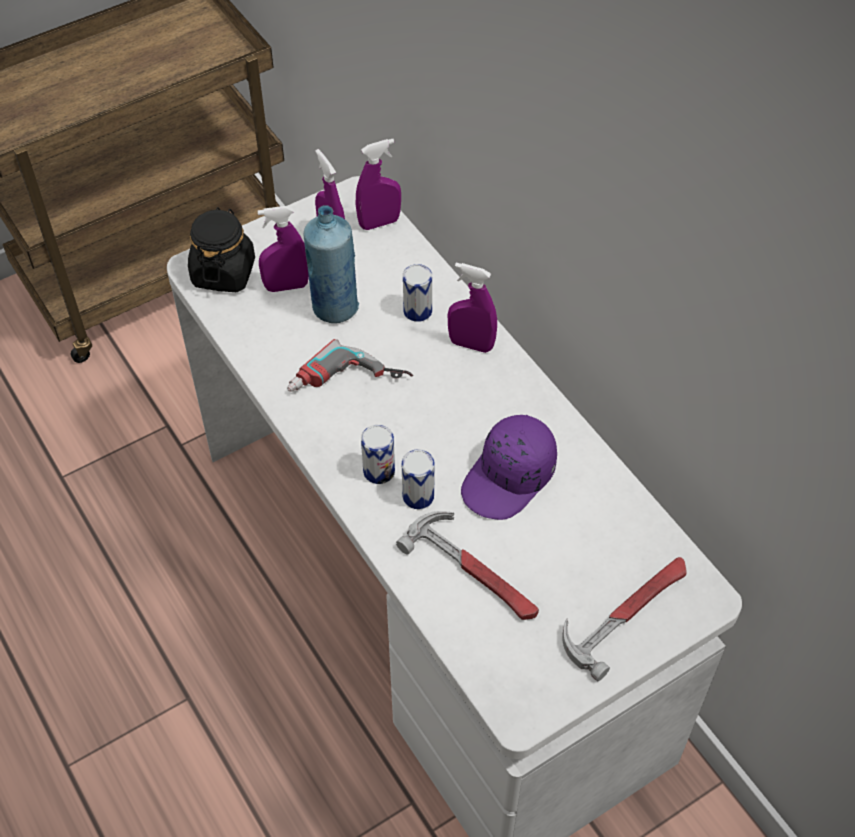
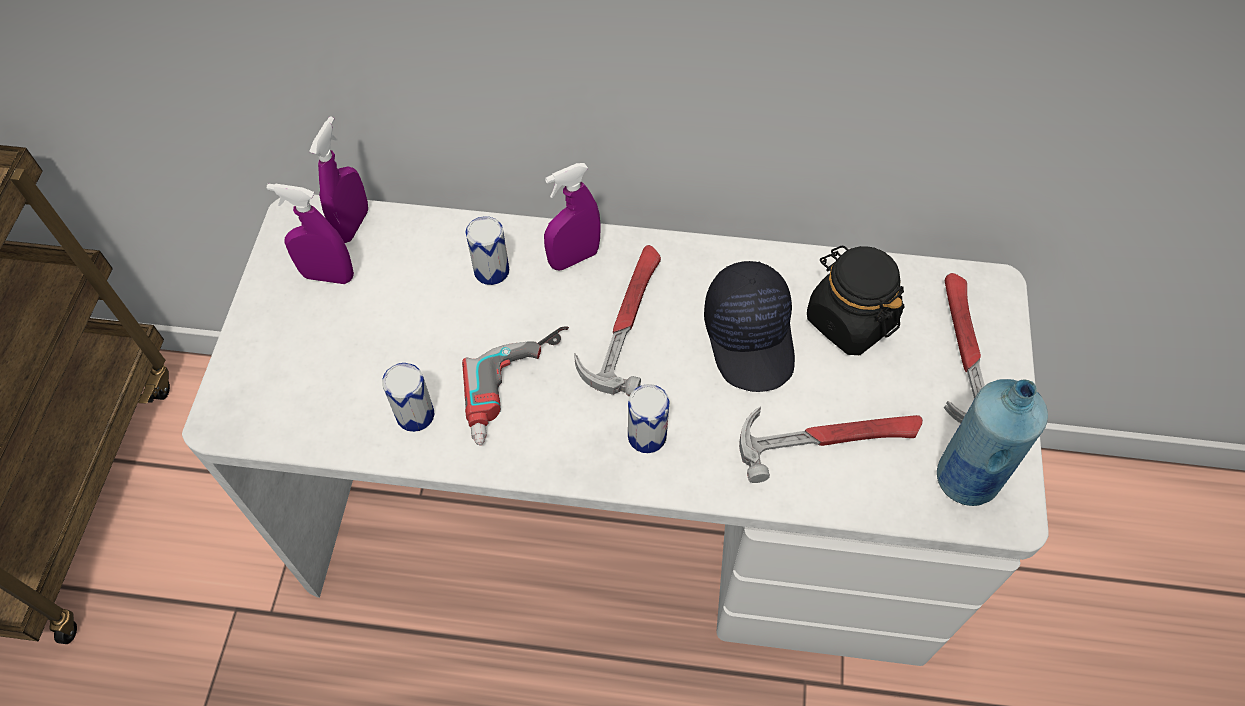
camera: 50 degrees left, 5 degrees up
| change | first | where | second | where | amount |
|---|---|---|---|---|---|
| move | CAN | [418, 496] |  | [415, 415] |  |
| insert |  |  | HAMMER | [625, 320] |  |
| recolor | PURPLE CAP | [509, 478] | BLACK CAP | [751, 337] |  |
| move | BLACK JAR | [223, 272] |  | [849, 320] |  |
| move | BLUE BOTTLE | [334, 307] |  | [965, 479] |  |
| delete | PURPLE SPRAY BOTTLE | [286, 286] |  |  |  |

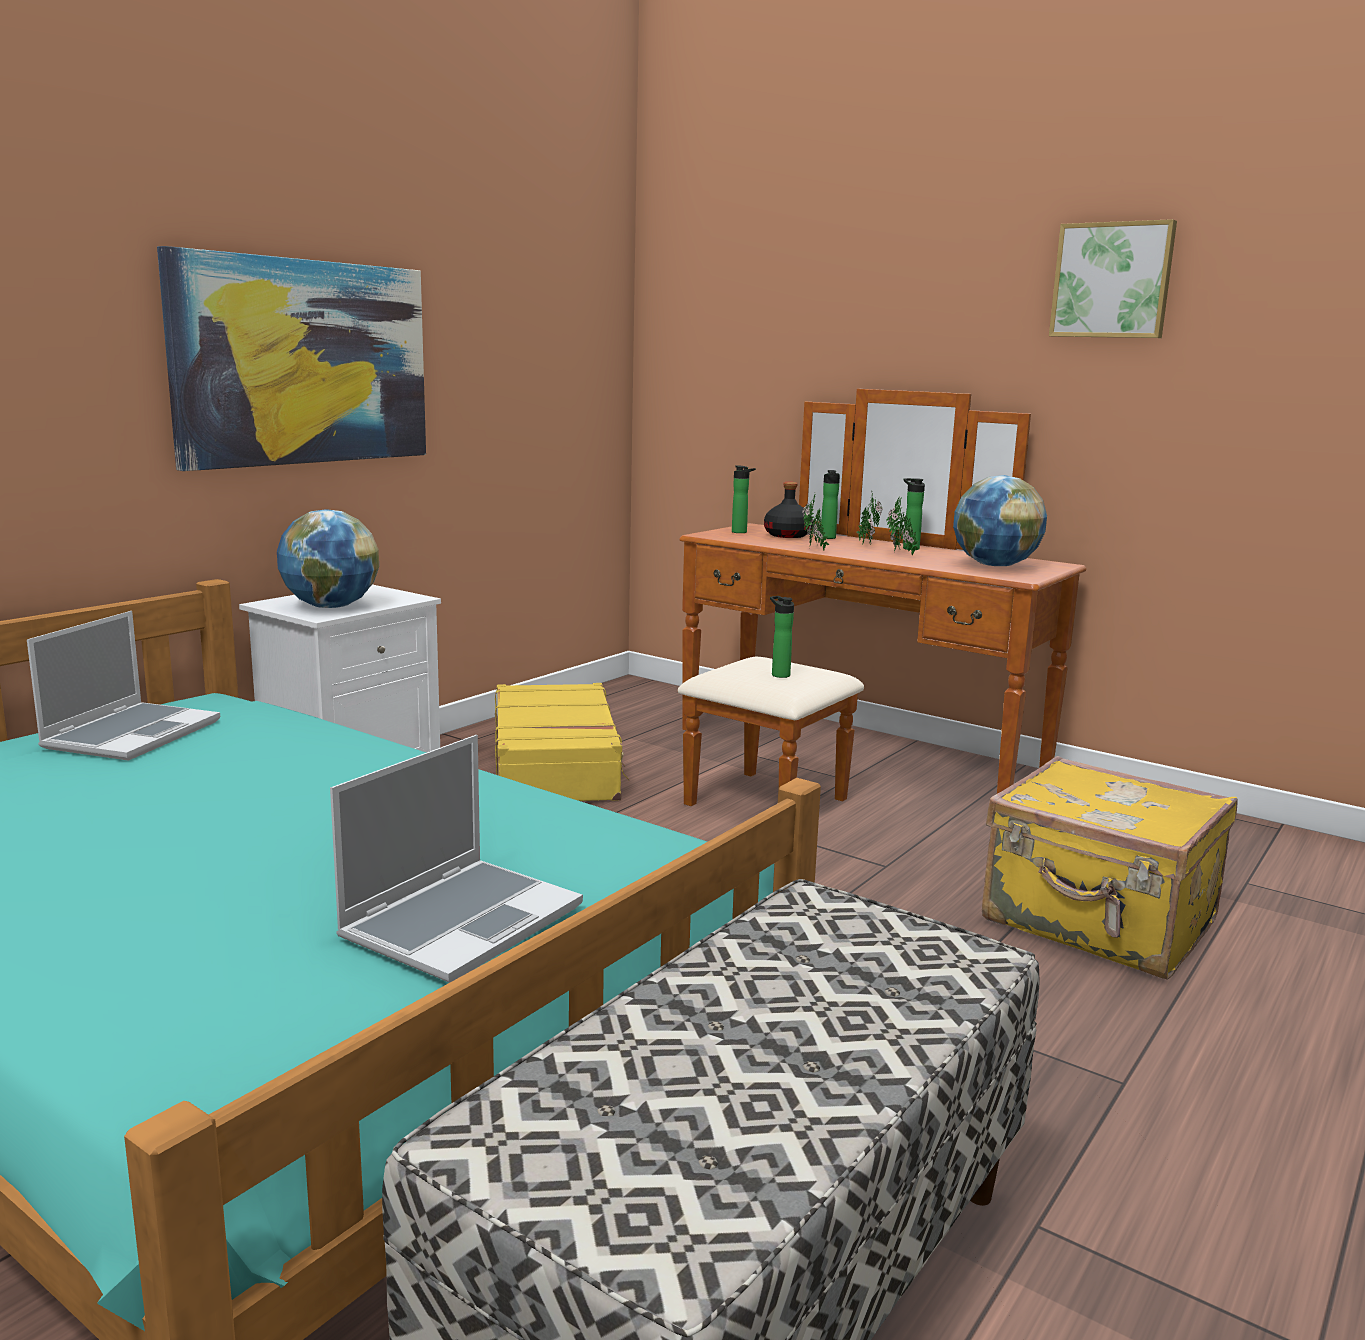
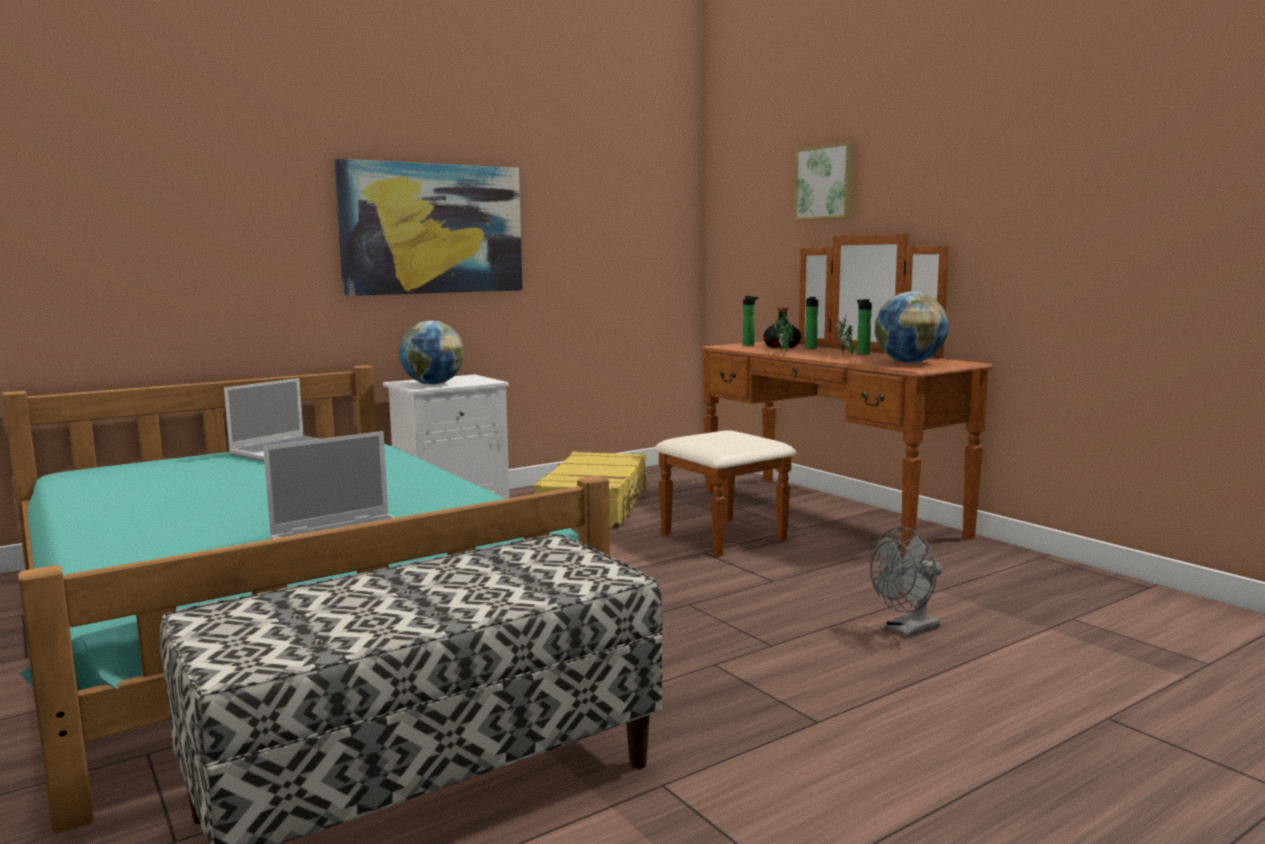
camera: 20 degrees right, 5 degrees down
| change | first | where | second | where | amount |
|---|---|---|---|---|---|
| move | PICTURE | [1112, 280] |  | [826, 182] |  |
| replace | YELLOW SUITCASE | [1098, 924] | GREY FAN | [907, 630] |  |
| delete | BOTTLE | [778, 674] |  |  |  |
| delete | POTTED PLANT | [866, 545] |  |  |  |

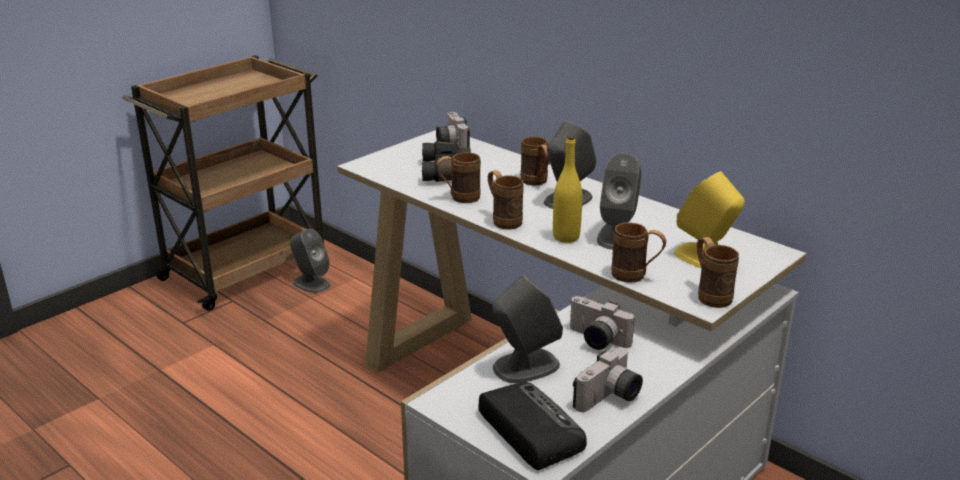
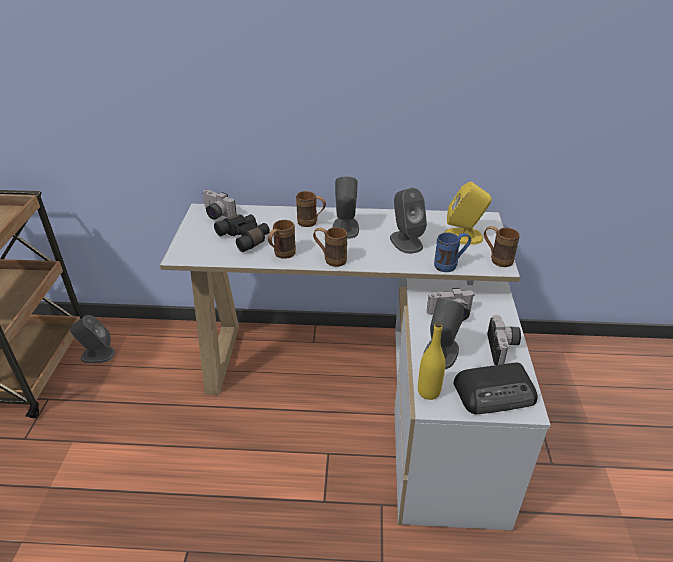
camera: 40 degrees left, 10 degrees up
| change | first | where | second | where | amount |
|---|---|---|---|---|---|
| move | YELLOW BOTTLE | [566, 237] |  | [428, 392] |  |
| recolor | BROWN MUG | [636, 276] | BLUE MUG | [450, 265] |  |
| rotate | RADIO | [529, 430] |  | [496, 393] | 150 degrees clockwise |

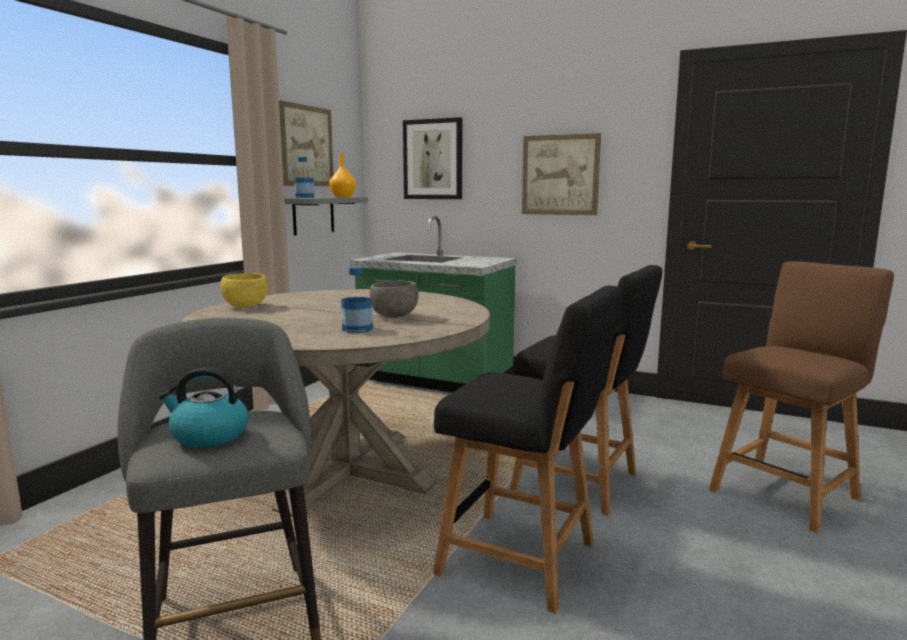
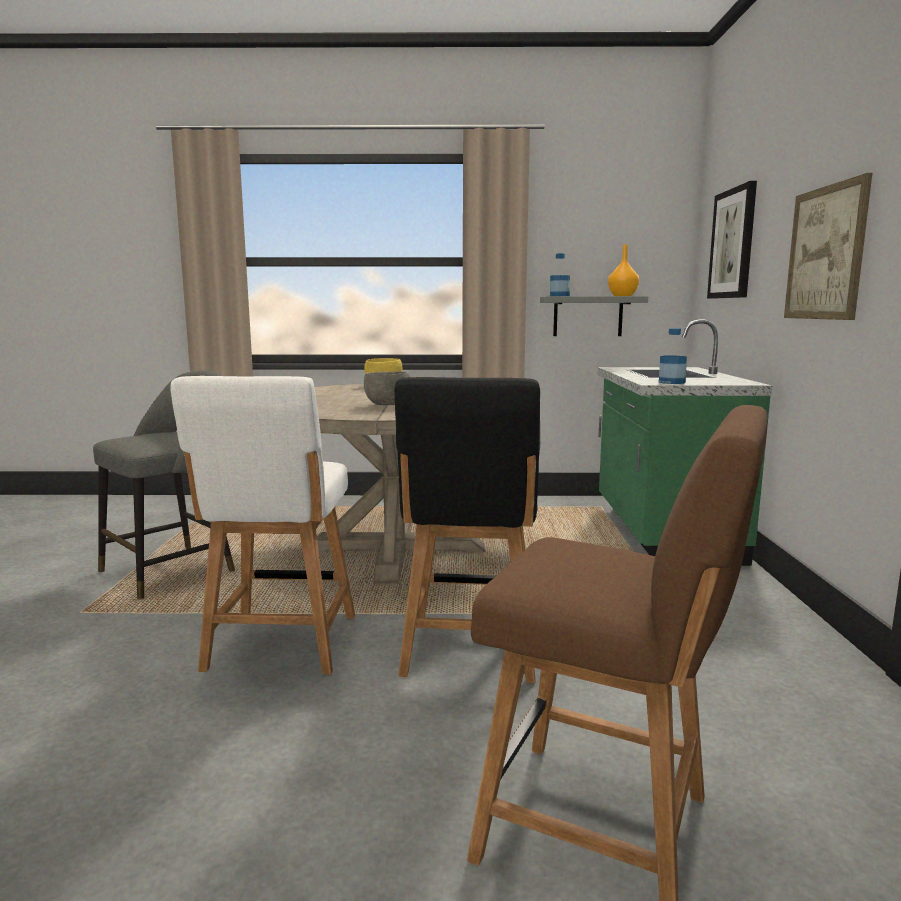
camera: 65 degrees right, 0 degrees up
| change | first | where | second | where | amount |
|---|---|---|---|---|---|
| recolor | BLACK CHAIR | [524, 560] | WHITE CHAIR | [280, 645] |  |
| move | BOTTLE | [357, 329] |  | [672, 382] |  |
| delete | KETTLE | [208, 436] |  |  |  |
| delete | PICTURE | [306, 146] |  |  |  |

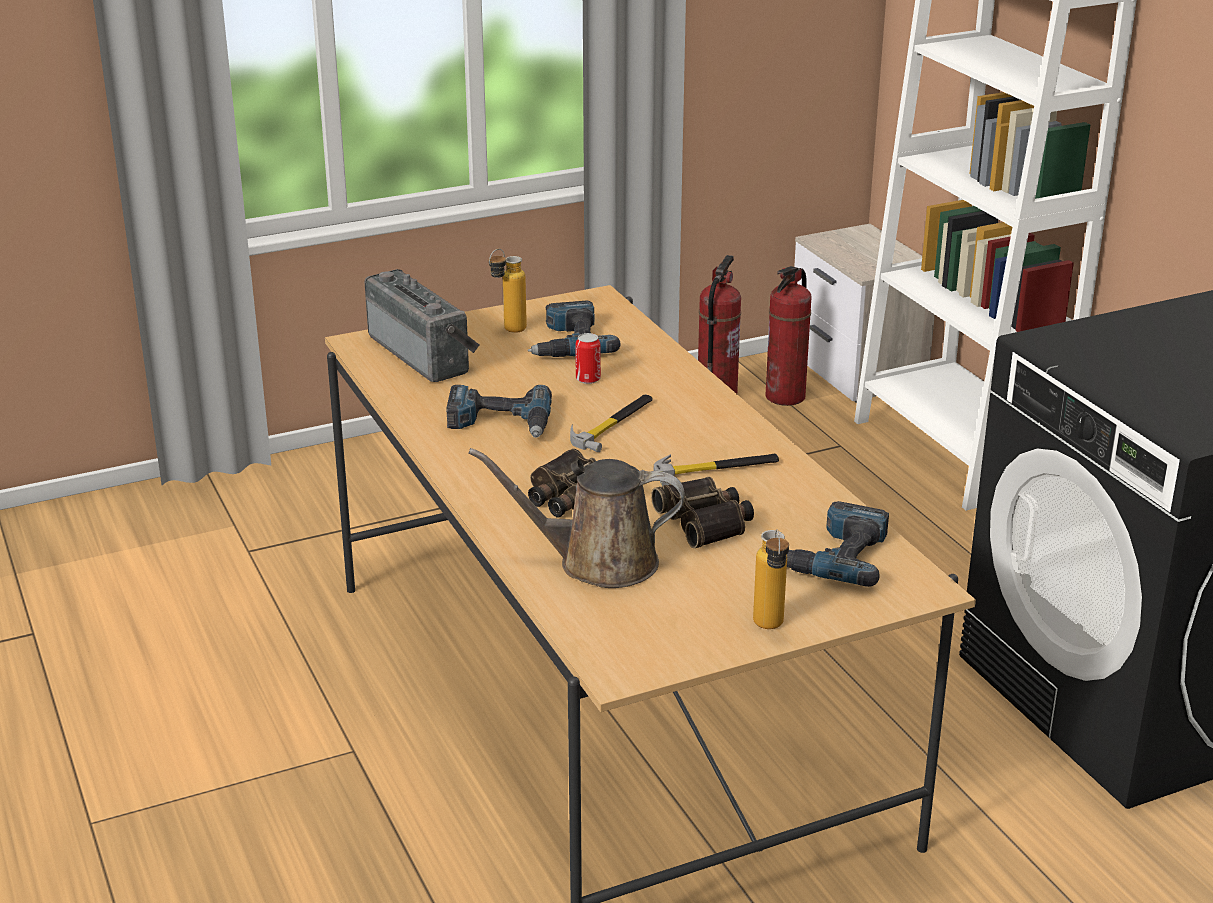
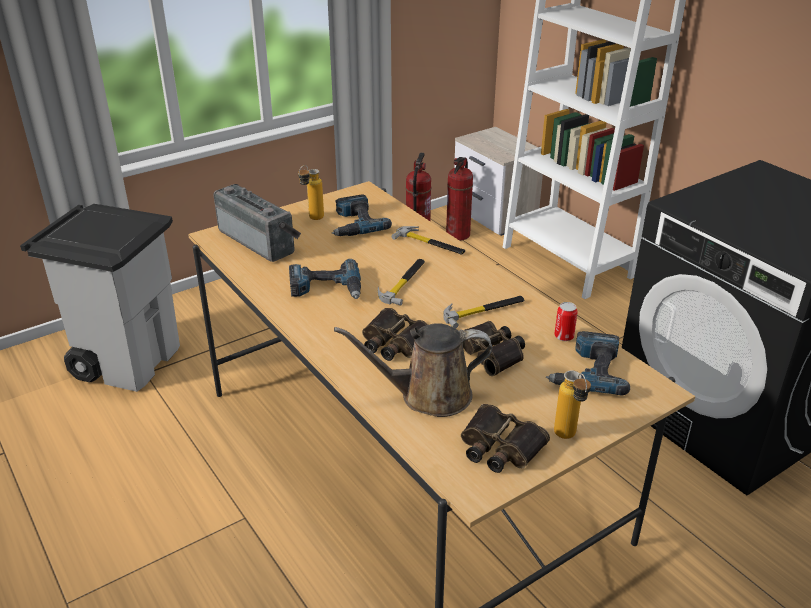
camera: 10 degrees left, 5 degrees up
| change | first | where | second | where | amount |
|---|---|---|---|---|---|
| insert |  |  | GREY TRASH CAN | [128, 360] |  |
| insert |  |  | HAMMER | [430, 243] |  |
| insert |  |  | BINOCULARS | [499, 447] |  |
| move | CAN | [588, 379] |  | [564, 336] |  |

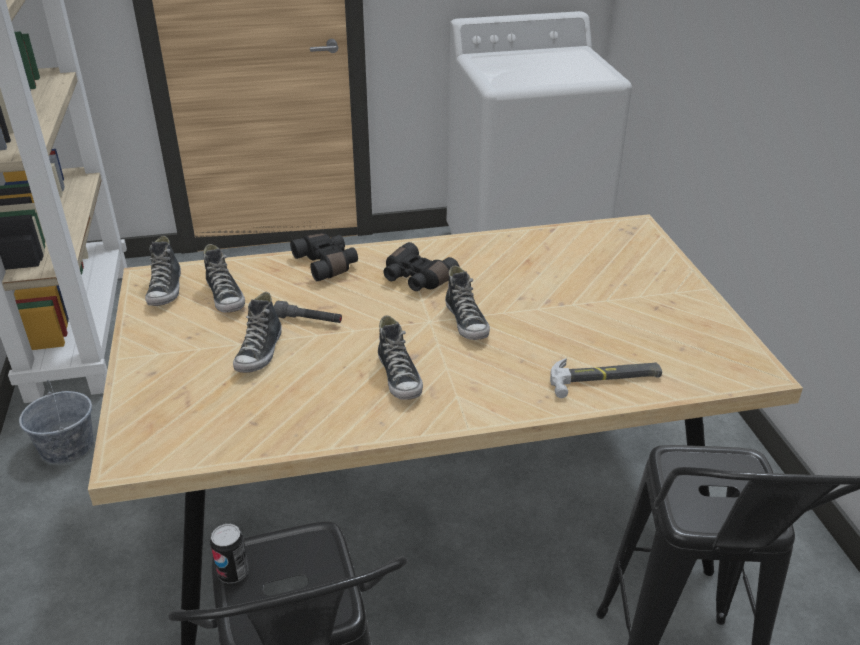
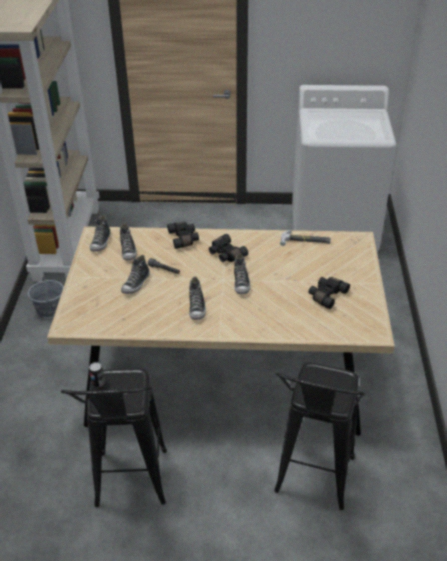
camera: 15 degrees right, 5 degrees up
| change | first | where | second | where | amount |
|---|---|---|---|---|---|
| move | HAMMER | [605, 379] |  | [305, 241] |  |
| insert |  |  | BLACK BINOCULARS | [326, 295] |  |

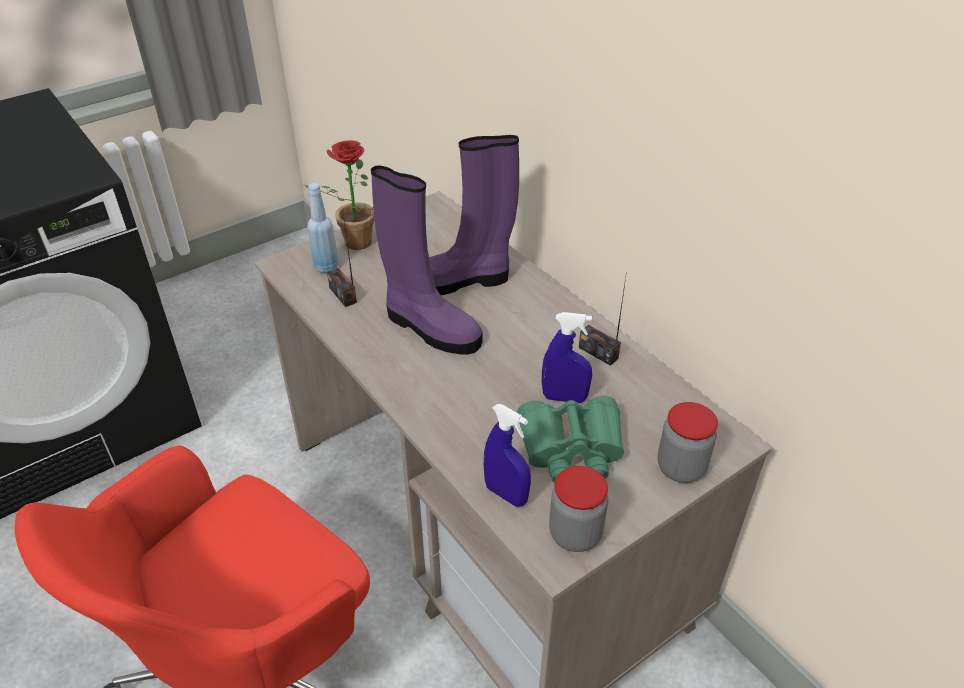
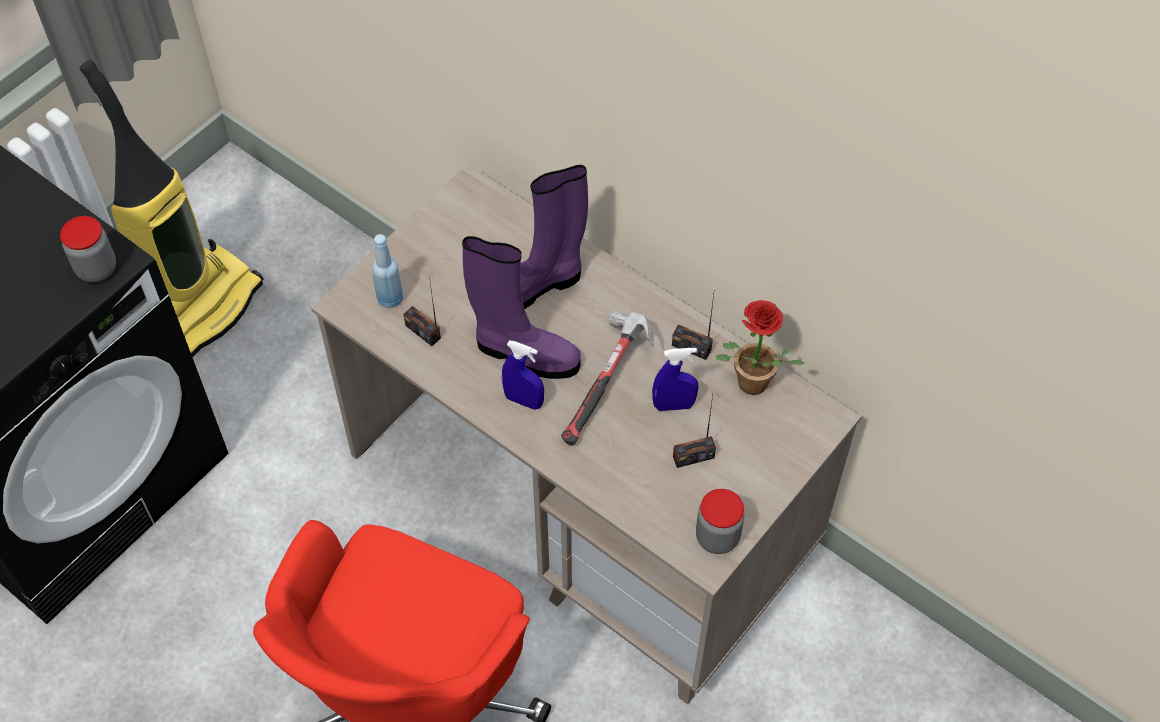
camera: 15 degrees left, 15 degrees up
| change | first | where | second | where | amount |
|---|---|---|---|---|---|
| move | JAR | [680, 468] |  | [96, 269] |  |
| insert |  |  | VACUUM CLEANER | [200, 304] |  |
| move | BLUE SPRAY BOTTLE | [506, 494] |  | [524, 400] |  |
| insert |  |  | HAMMER | [607, 383] |  |
| replace | GREEN BINOCULARS | [571, 448] | RADIO | [693, 457] |  |
| move | POTTED PLANT | [353, 244] |  | [748, 387] |  |

